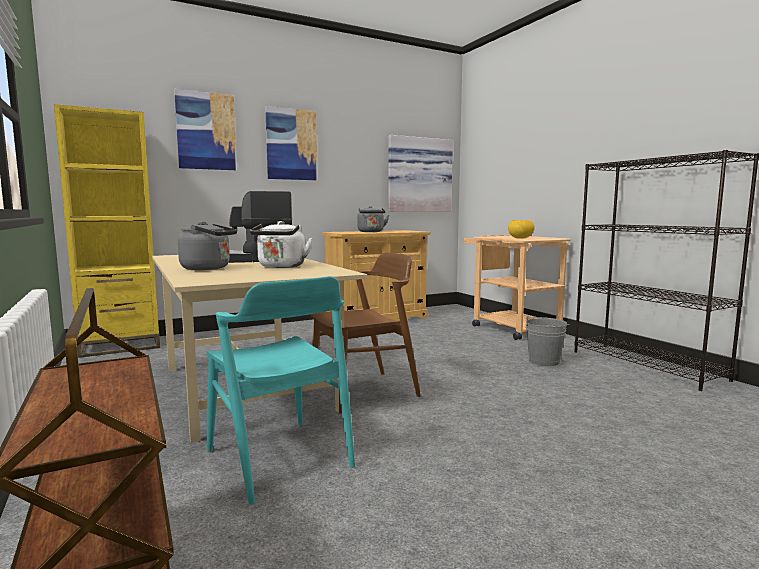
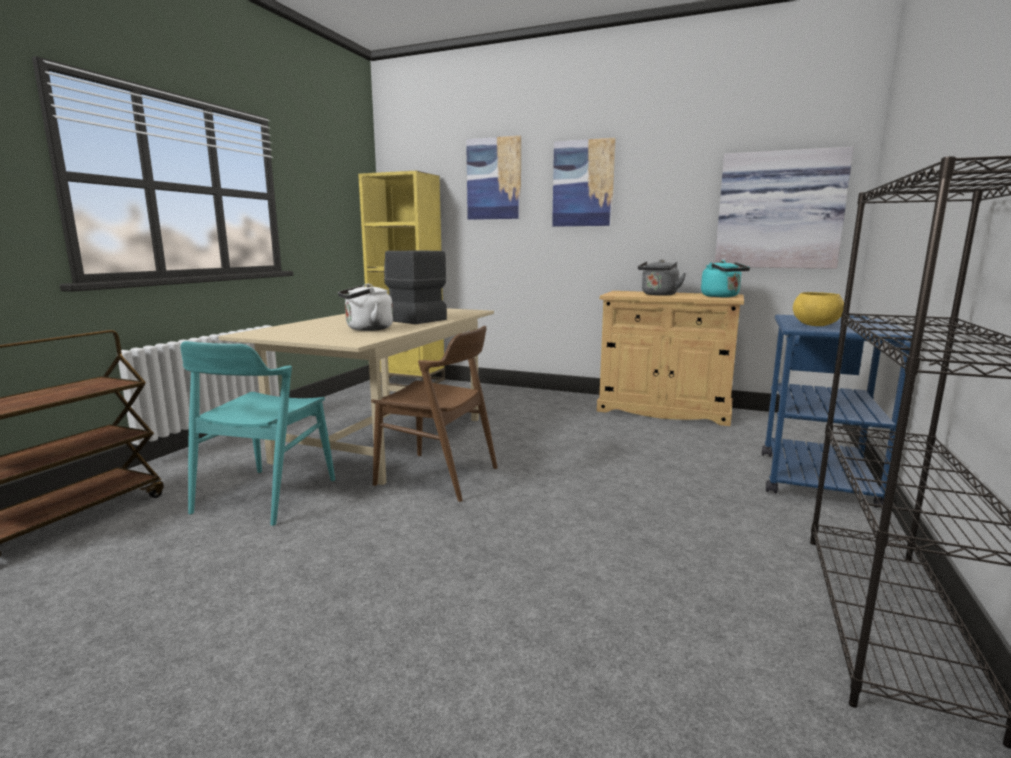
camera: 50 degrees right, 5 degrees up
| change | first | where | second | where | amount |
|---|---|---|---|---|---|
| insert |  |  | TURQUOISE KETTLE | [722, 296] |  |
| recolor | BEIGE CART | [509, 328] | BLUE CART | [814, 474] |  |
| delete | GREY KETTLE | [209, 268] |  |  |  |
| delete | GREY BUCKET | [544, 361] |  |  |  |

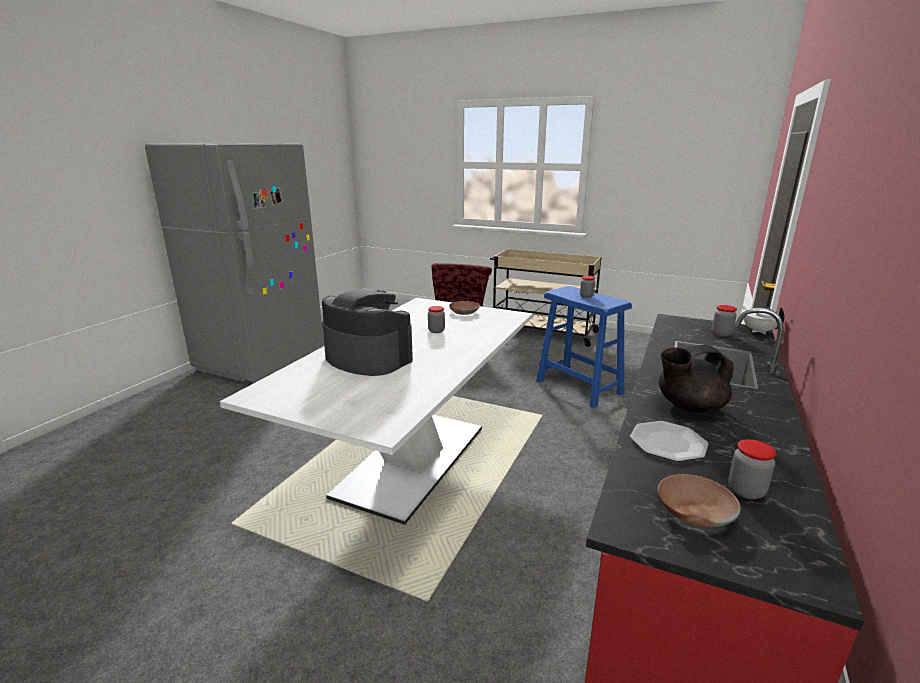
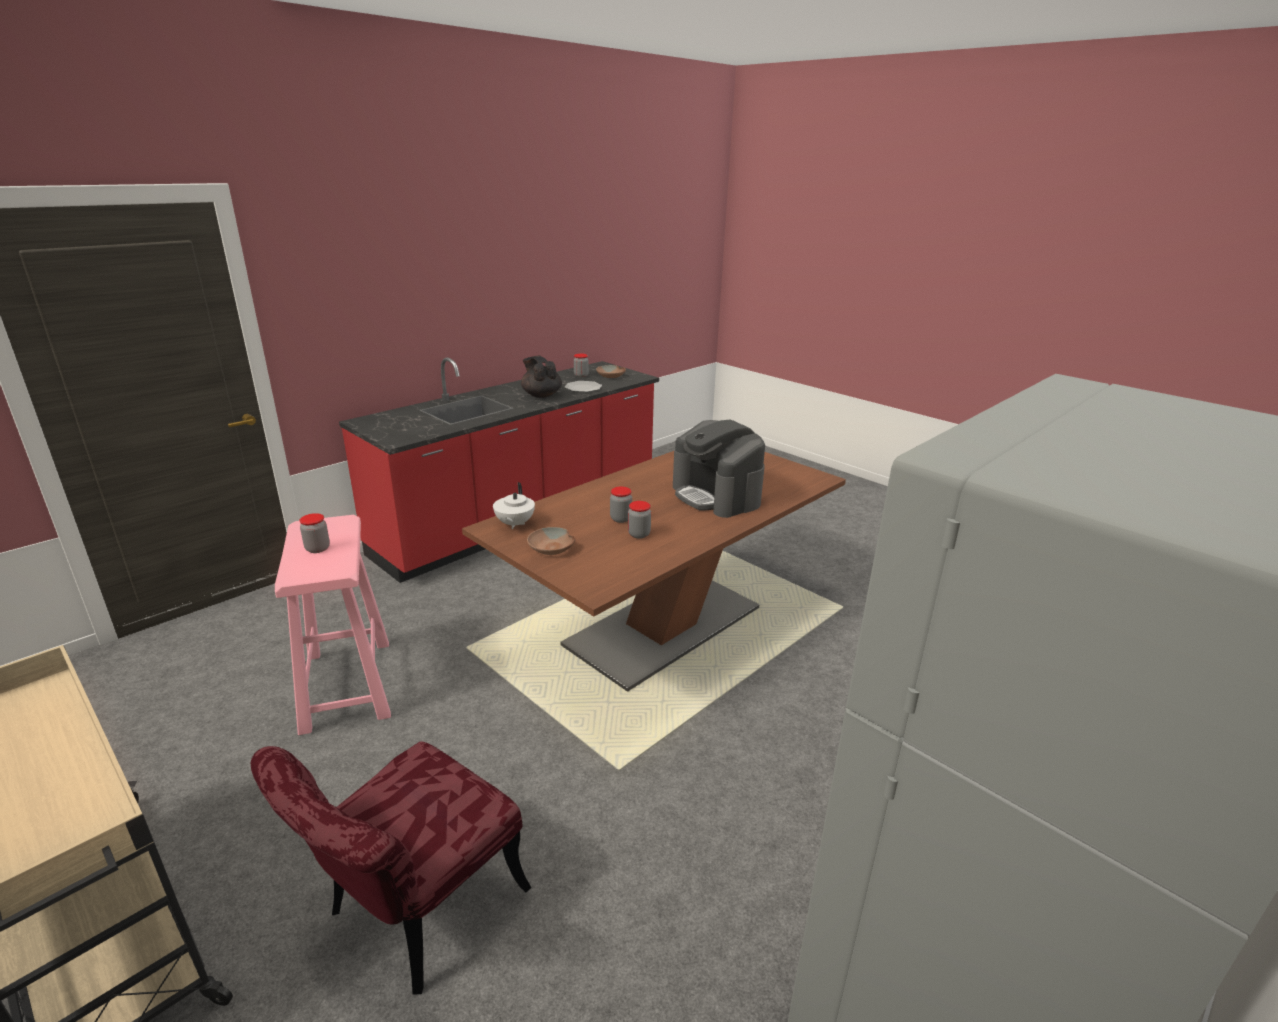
camera: 160 degrees left, 5 degrees up
| change | first | where | second | where | amount |
|---|---|---|---|---|---|
| recolor | BLUE STOOL | [579, 387] | PINK STOOL | [347, 684] |  |
| recolor | WHITE DINING TABLE | [412, 461] | BROWN DINING TABLE | [664, 626] |  |
| move | WHITE TEAPOT | [758, 331] |  | [514, 524] |  |
| rotate | BLACK TEAPOT | [689, 406] |  | [541, 395] | 135 degrees counterclockwise |
| move | JAR | [721, 334] |  | [639, 534] |  |

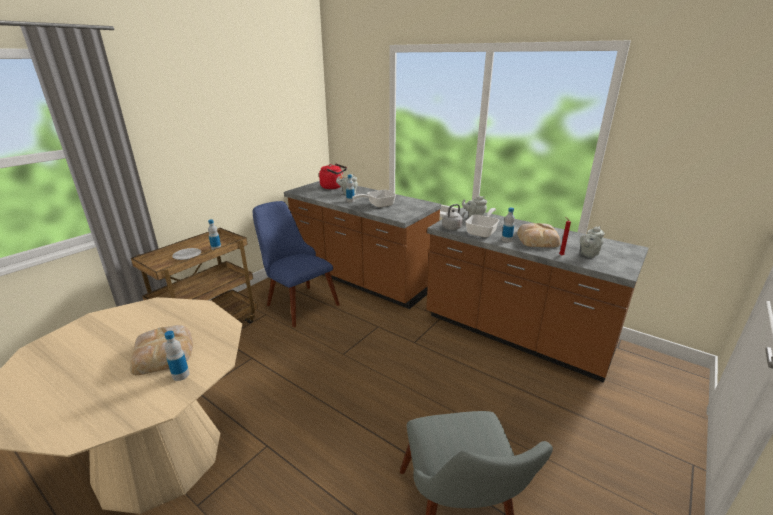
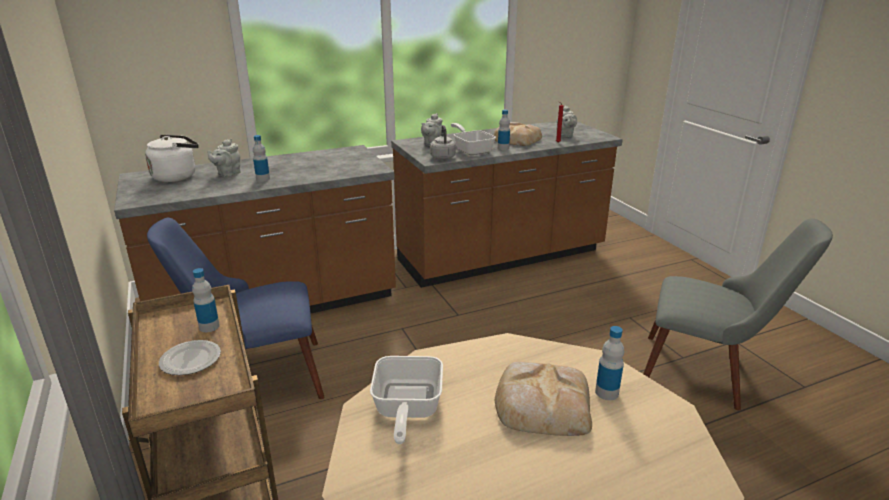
camera: 60 degrees left, 0 degrees up
| change | first | where | second | where | amount |
|---|---|---|---|---|---|
| recolor | RED KETTLE | [333, 187] | WHITE KETTLE | [177, 176] |  |
| move | FRYING PAN | [378, 205] |  | [406, 410] |  |

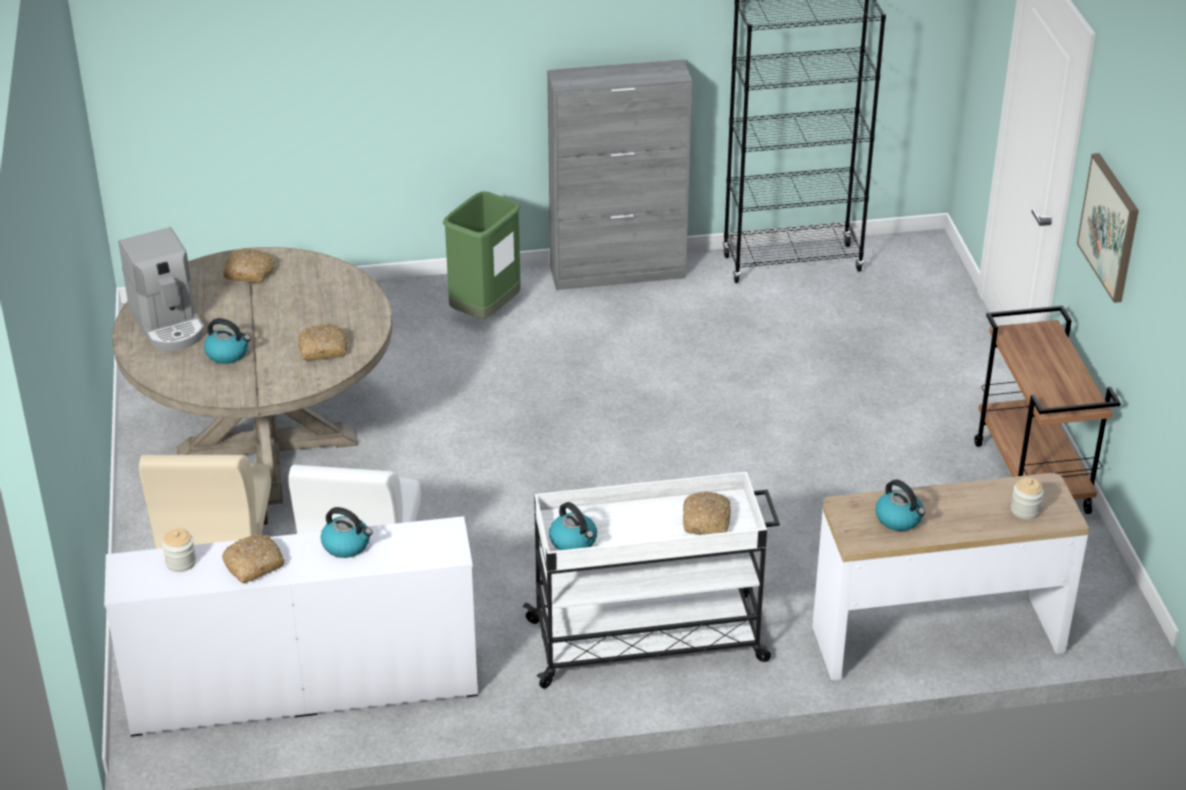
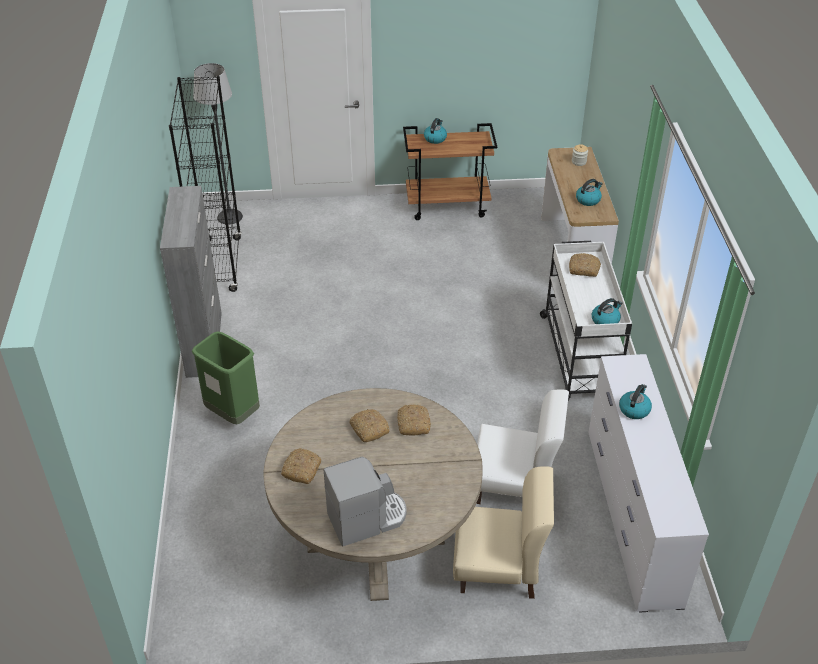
camera: 85 degrees left, 5 degrees up
| change | first | where | second | where | amount |
|---|---|---|---|---|---|
| insert |  |  | FLOOR LAMP | [230, 217] |  |
| move | BREAD | [254, 564] |  | [368, 429] |  |
| move | KETTLE | [228, 353] |  | [435, 138] |  |
| delete | JAR | [181, 562] |  |  |  |
| delete | PICTURE | [1110, 227] |  |  |  |

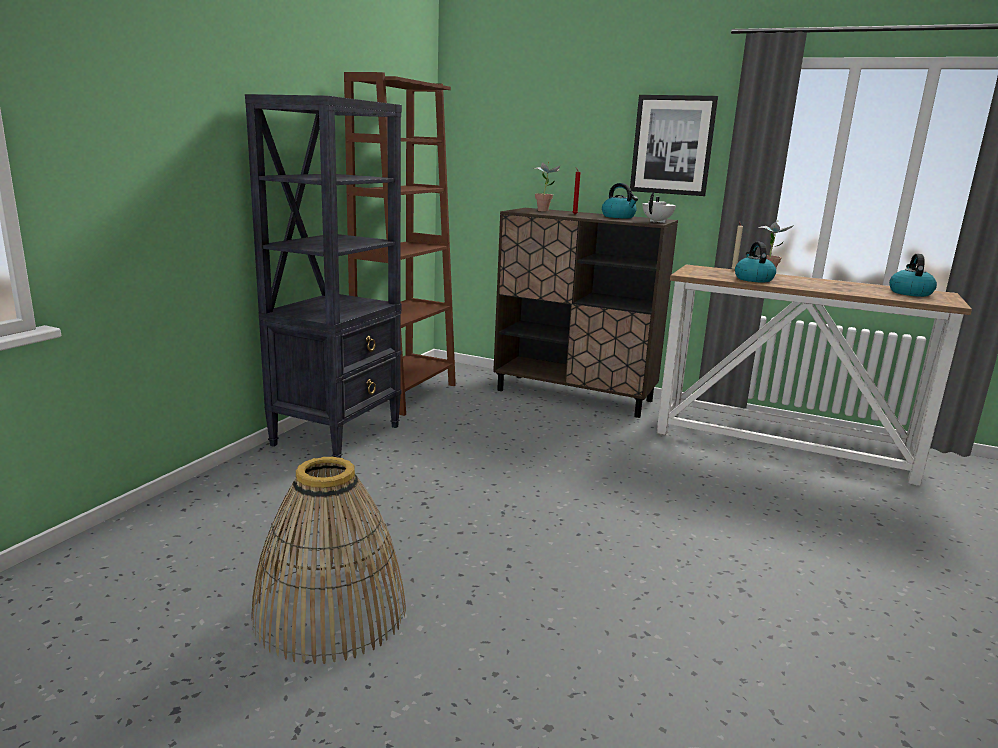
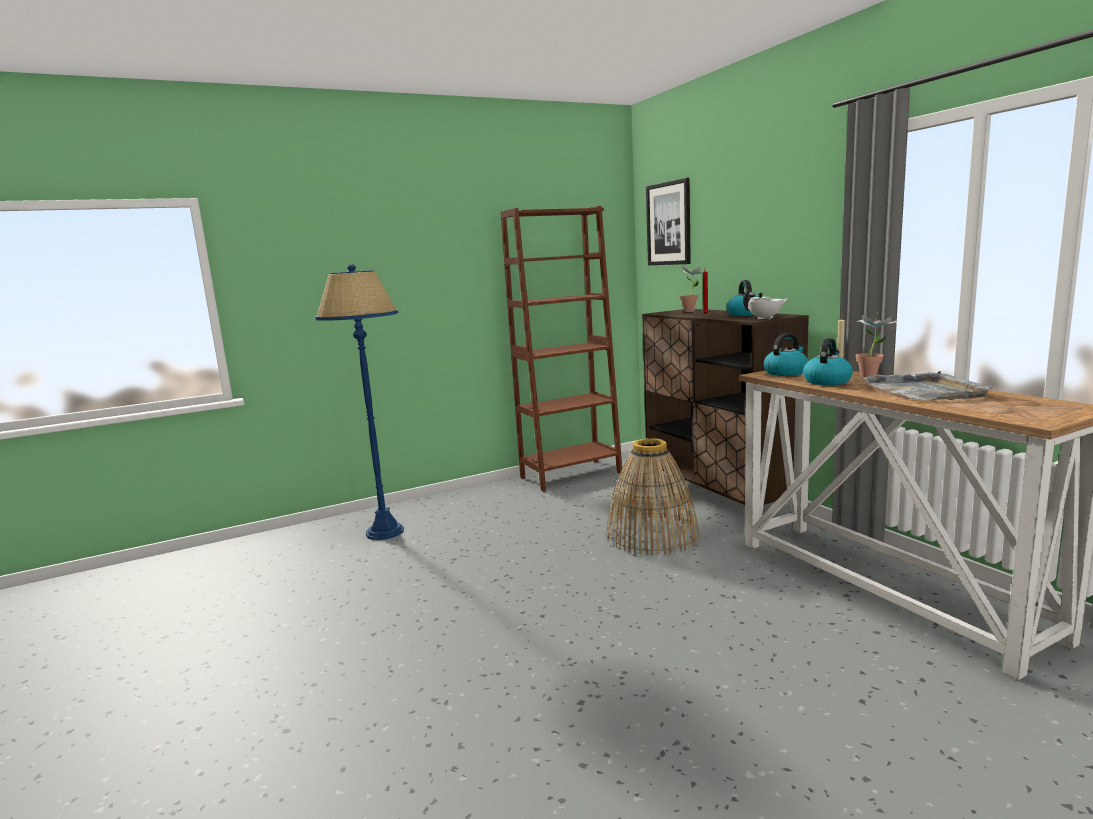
camera: 40 degrees right, 5 degrees down
| change | first | where | second | where | amount |
|---|---|---|---|---|---|
| insert |  |  | BLUE FLOOR LAMP | [385, 532] |  |
| move | BASKET | [330, 612] |  | [652, 535] |  |
| move | PICTURE | [672, 145] |  | [669, 223] |  |
| move | KETTLE | [909, 293] |  | [786, 372] |  |
| insert |  |  | GREY TRAY | [926, 391] |  |
| delete | BLACK BOOKCASE | [337, 435] |  |  |  |

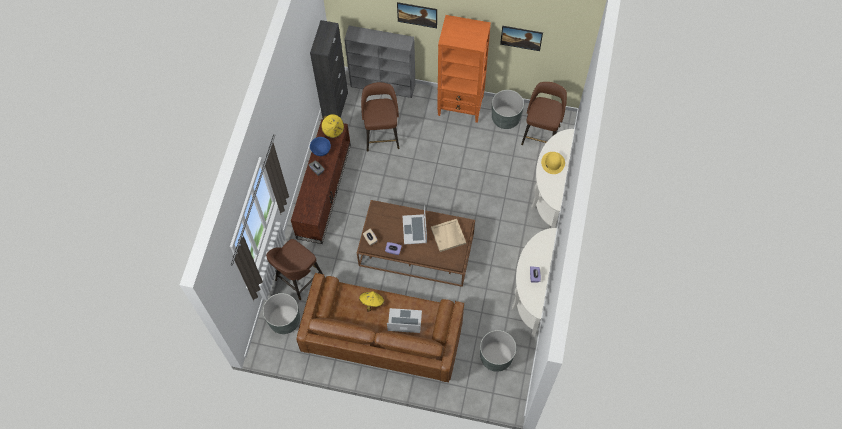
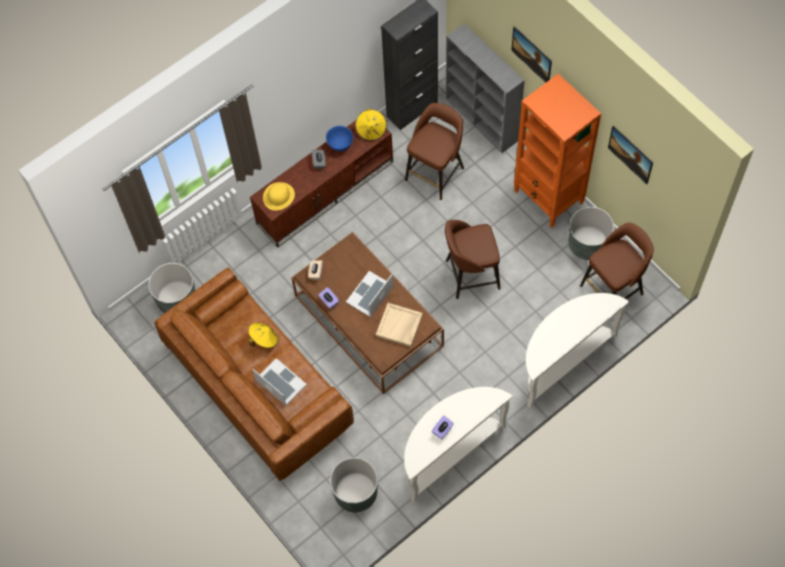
camera: 40 degrees right, 0 degrees up
| change | first | where | second | where | amount |
|---|---|---|---|---|---|
| move | YELLOW HAT | [552, 162] |  | [278, 196] |  |
| move | BROWN STOOL | [298, 279] |  | [470, 274] |  |

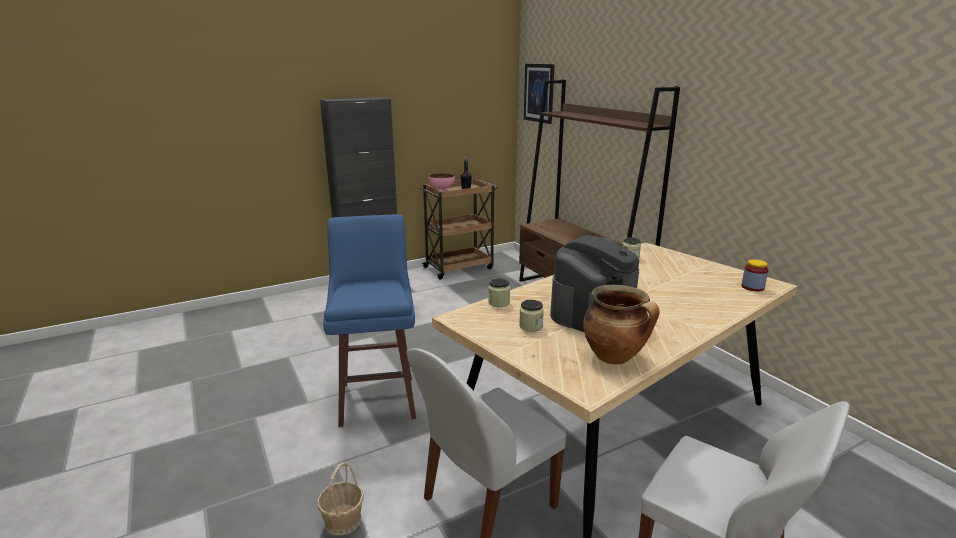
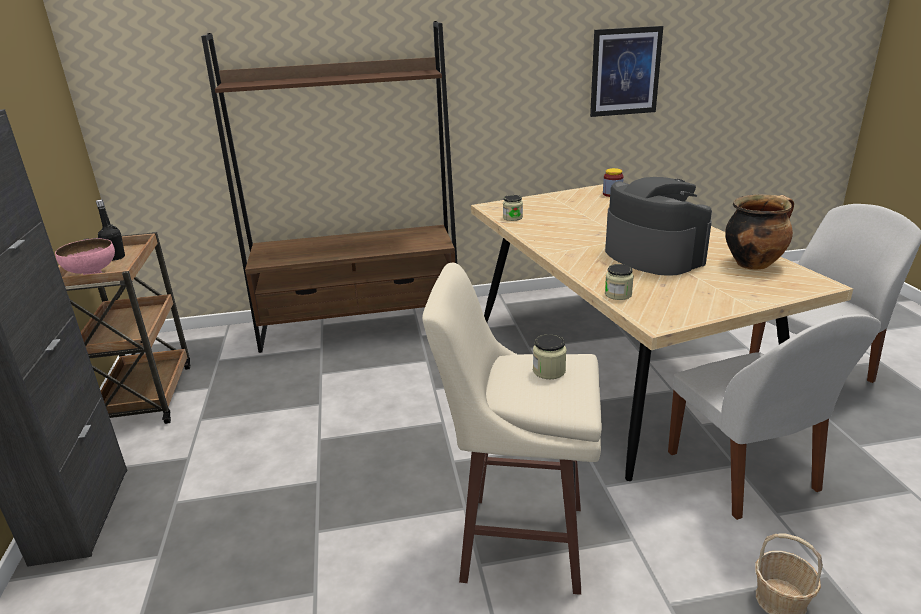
camera: 70 degrees left, 5 degrees up
| change | first | where | second | where | amount |
|---|---|---|---|---|---|
| recolor | BLUE STOOL | [378, 398] | BEIGE STOOL | [518, 541] |  |
| move | JAR | [531, 326] |  | [549, 371] |  |
| move | PICTURE | [539, 93] |  | [625, 72] |  |

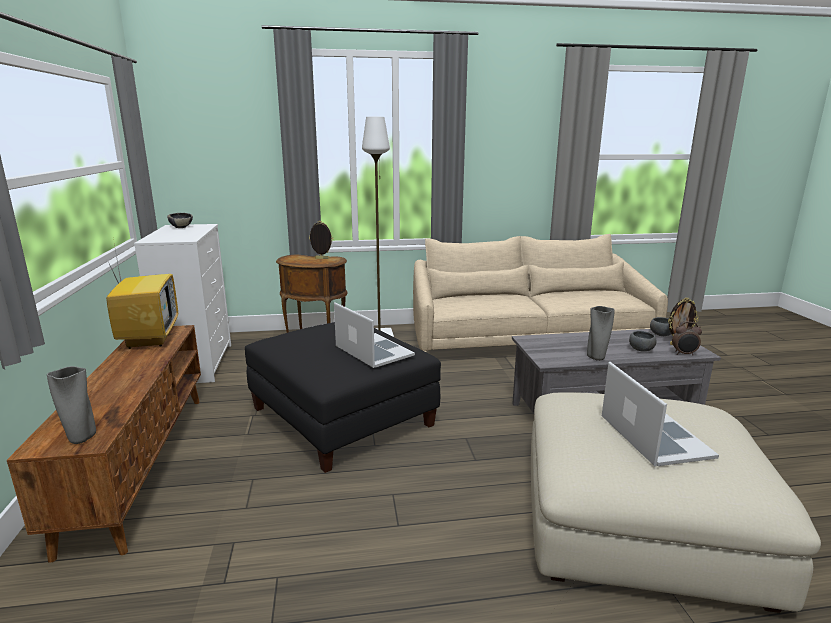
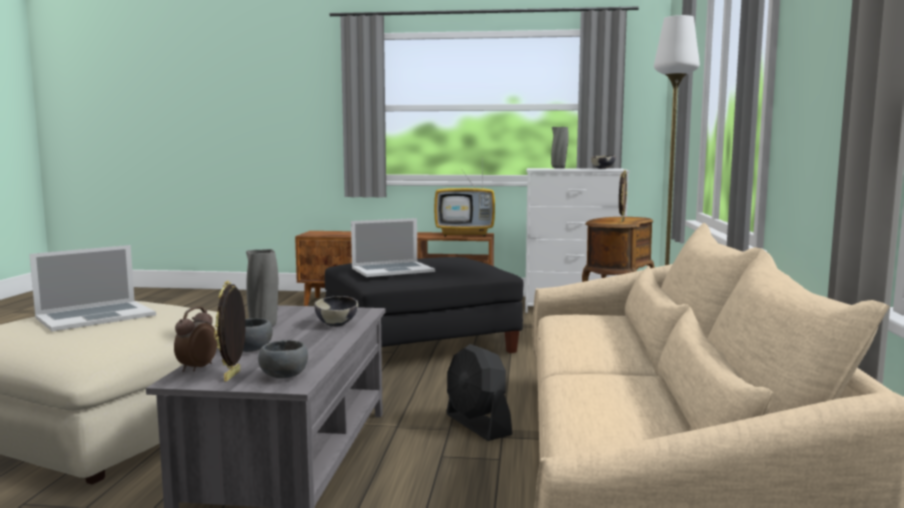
camera: 105 degrees right, 10 degrees down
| change | first | where | second | where | amount |
|---|---|---|---|---|---|
| rotate | LAPTOP | [654, 436] |  | [95, 316] | 45 degrees counterclockwise |
| insert |  |  | BOWL | [337, 324] |  |
| insert |  |  | BLACK FAN | [478, 425] |  |
| move | GREY VASE | [81, 439] |  | [559, 168] |  |

